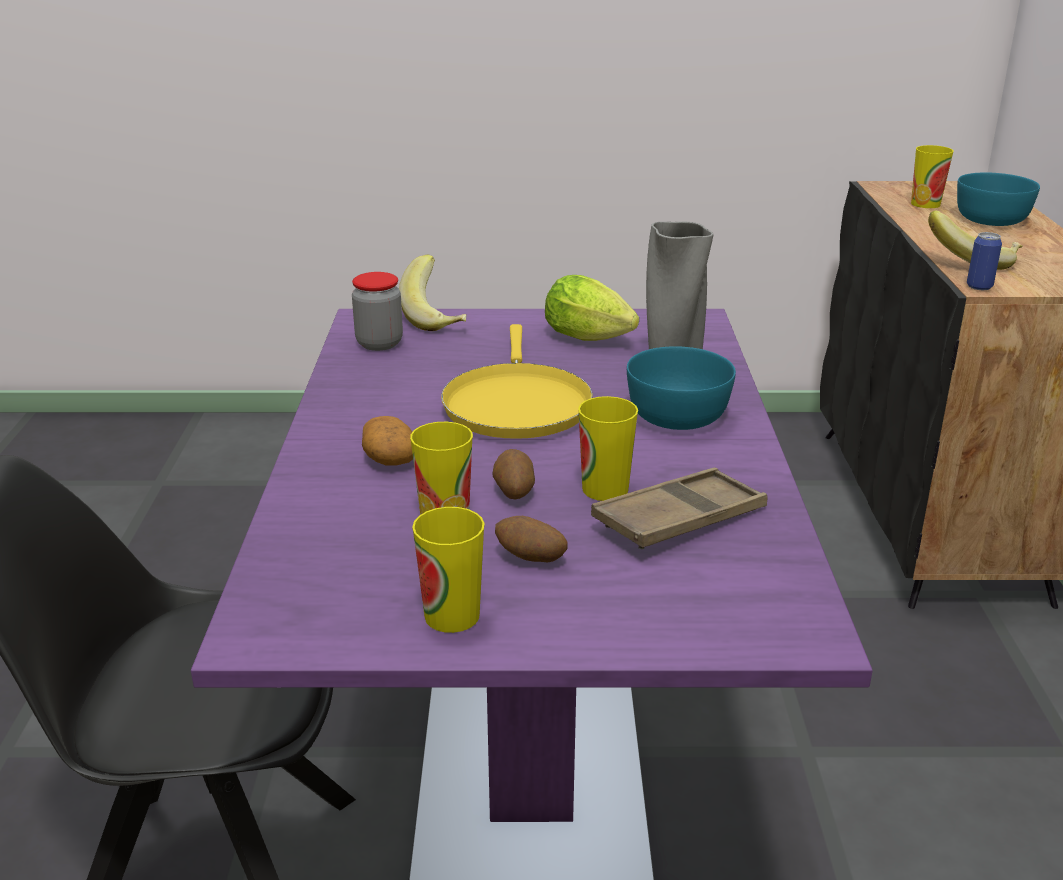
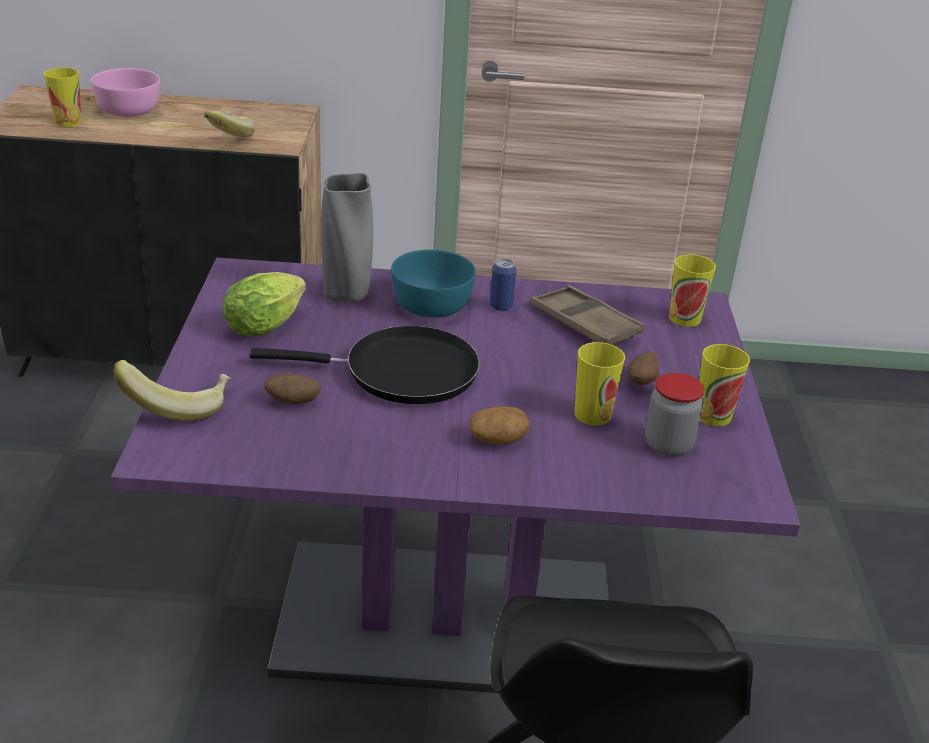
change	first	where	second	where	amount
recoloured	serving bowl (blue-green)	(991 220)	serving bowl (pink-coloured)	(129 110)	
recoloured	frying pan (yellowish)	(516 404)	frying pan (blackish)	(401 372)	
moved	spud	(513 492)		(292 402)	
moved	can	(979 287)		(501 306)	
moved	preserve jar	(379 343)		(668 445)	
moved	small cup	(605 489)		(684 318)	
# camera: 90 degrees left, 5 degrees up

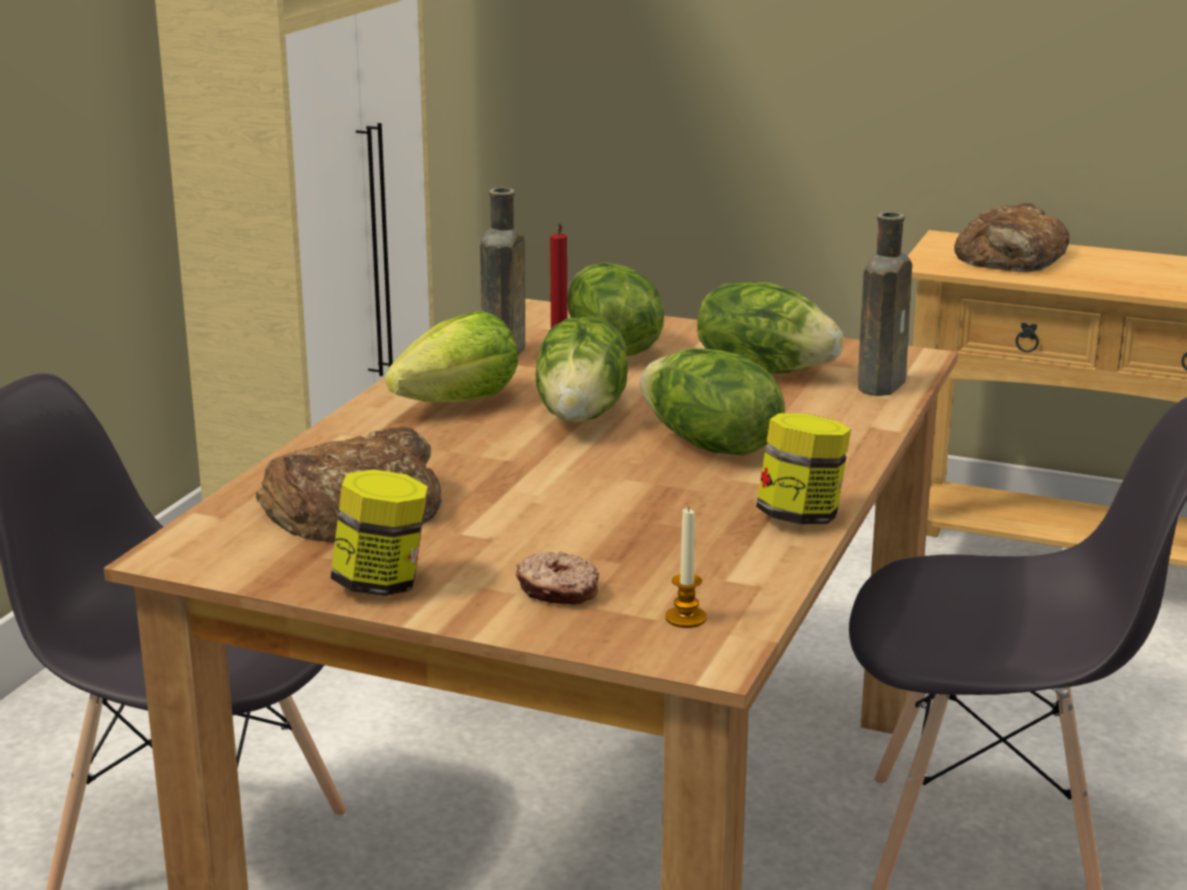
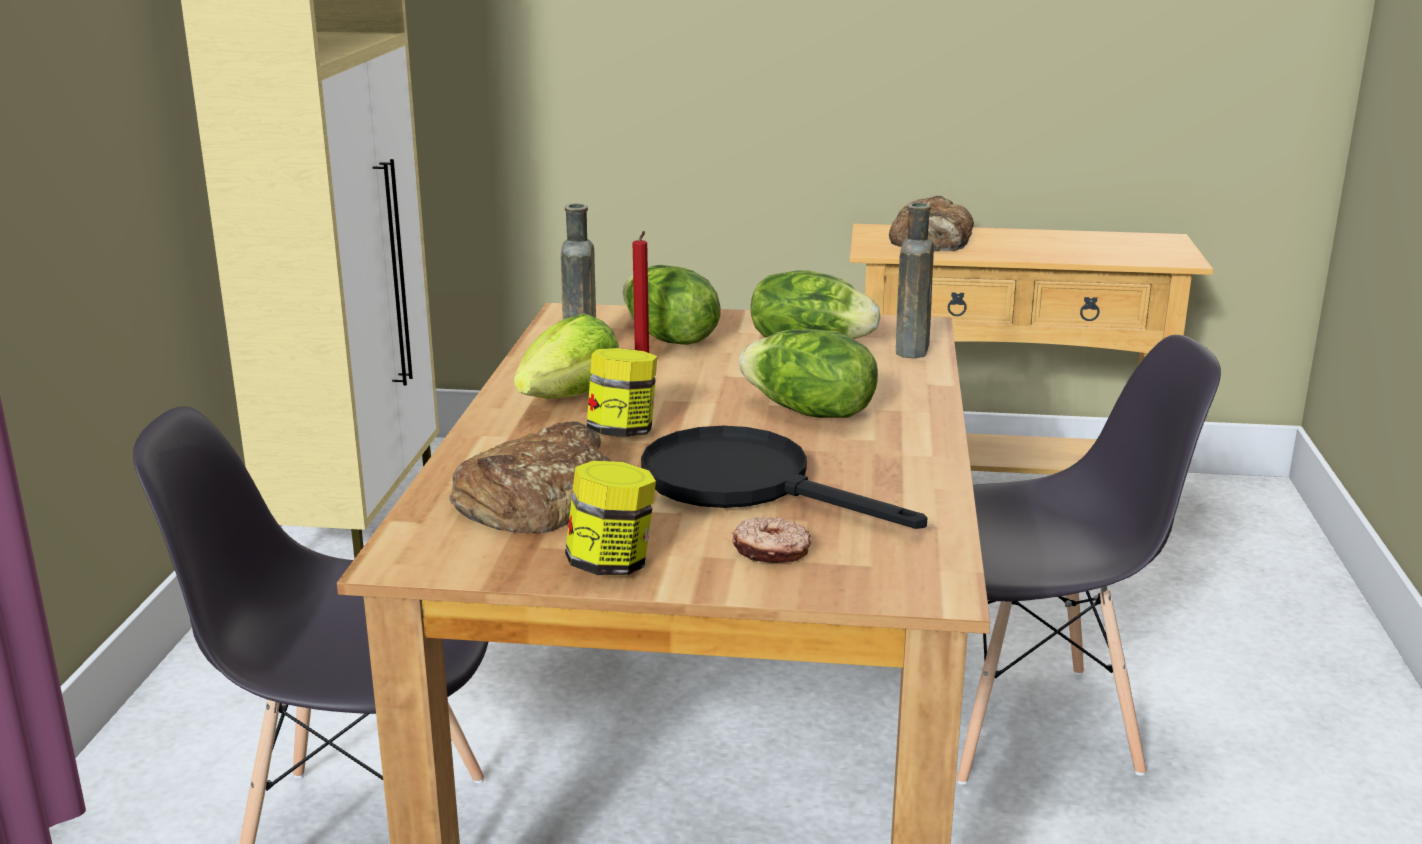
change	first	where	second	where	amount
moved	preserve jar	(800 517)		(623 432)	
added			frying pan (blackish)	(747 484)	
removed	lettuce	(583 414)			
removed	wax light	(685 618)			
# camera: 15 degrees left, 0 degrees up

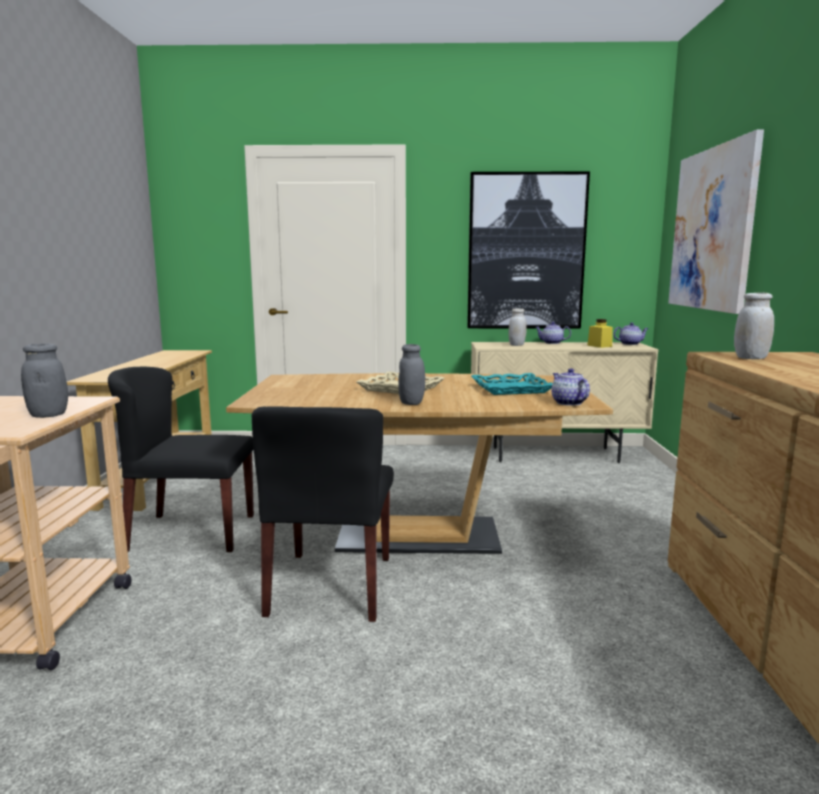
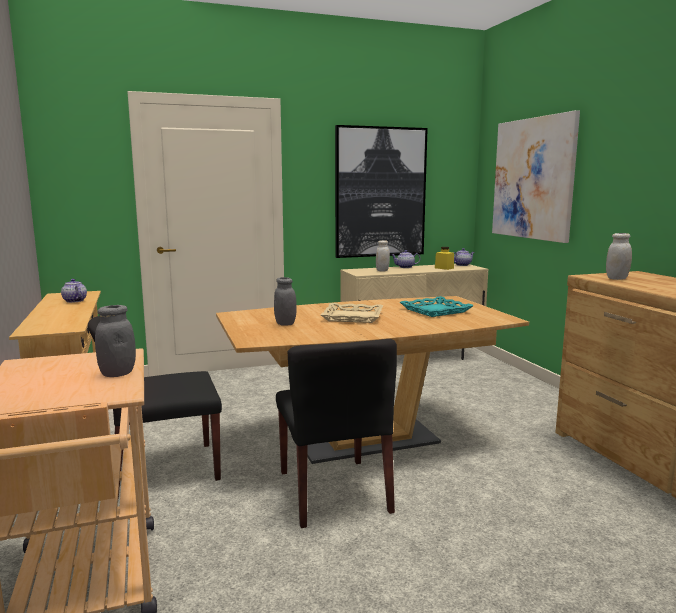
change	first	where	second	where	amount
moved	teapot	(568 403)		(74 301)	
moved	preserve jar (gray)	(411 403)		(285 324)	
# camera: 20 degrees left, 0 degrees up

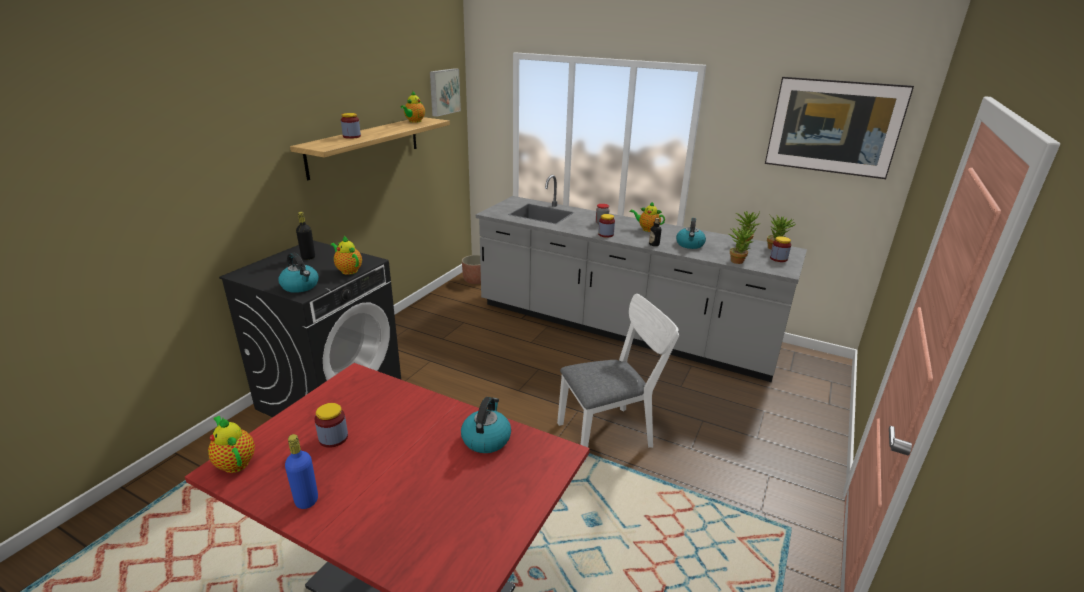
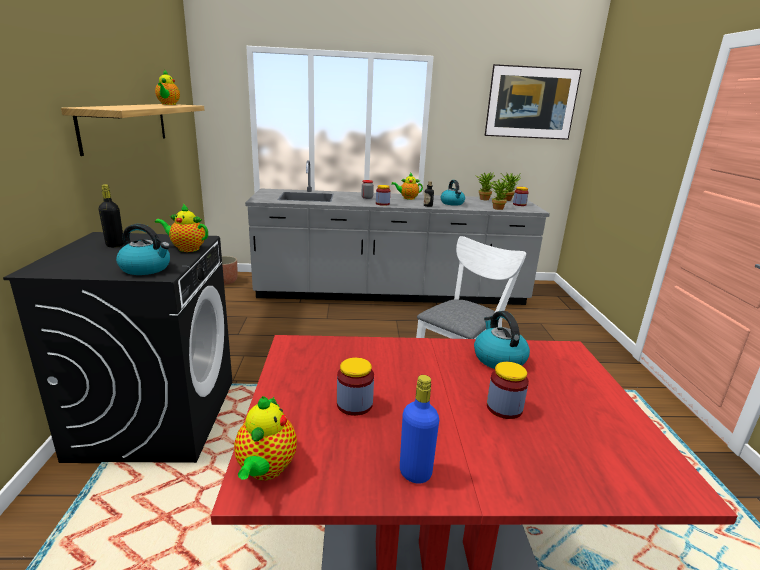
change	first	where	second	where	amount
turned	teapot	(235 462)		(265 470)	105 degrees counterclockwise
moved	preserve jar	(352 136)		(504 408)	
removed	wall art	(443 91)			
# camera: 30 degrees left, 5 degrees down

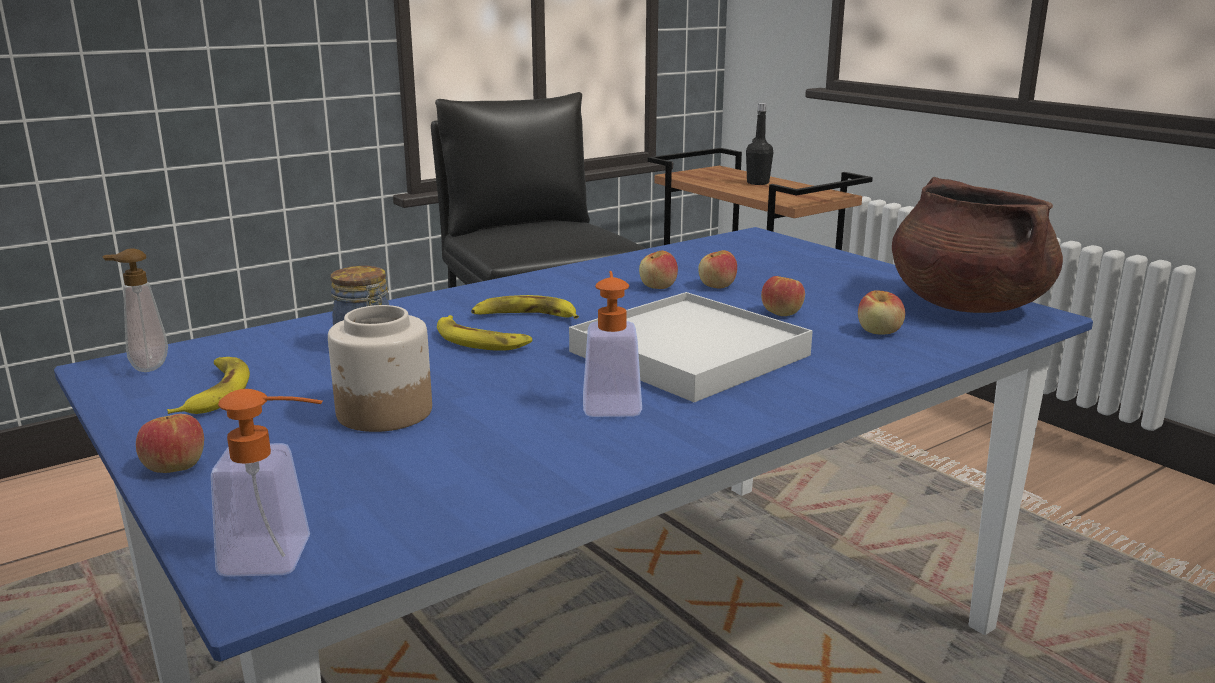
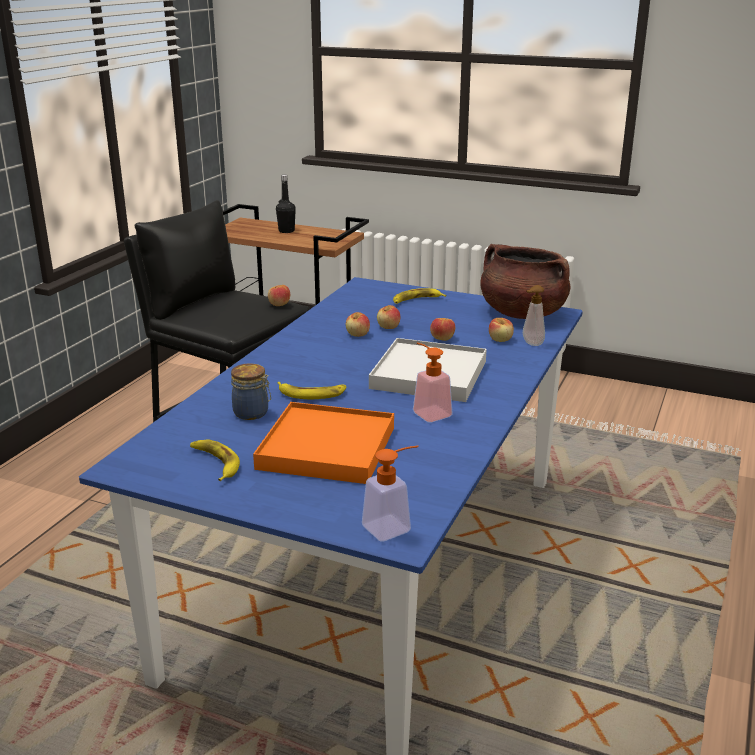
change	first	where	second	where	amount
replaced	preserve jar	(384 412)	tray (orange)	(327 448)	
moved	whole apple	(174 466)		(279 304)	
moved	whole banana	(525 317)		(416 300)	
moved	liquid soap bottle	(146 367)		(531 344)	
# camera: 30 degrees left, 5 degrees up

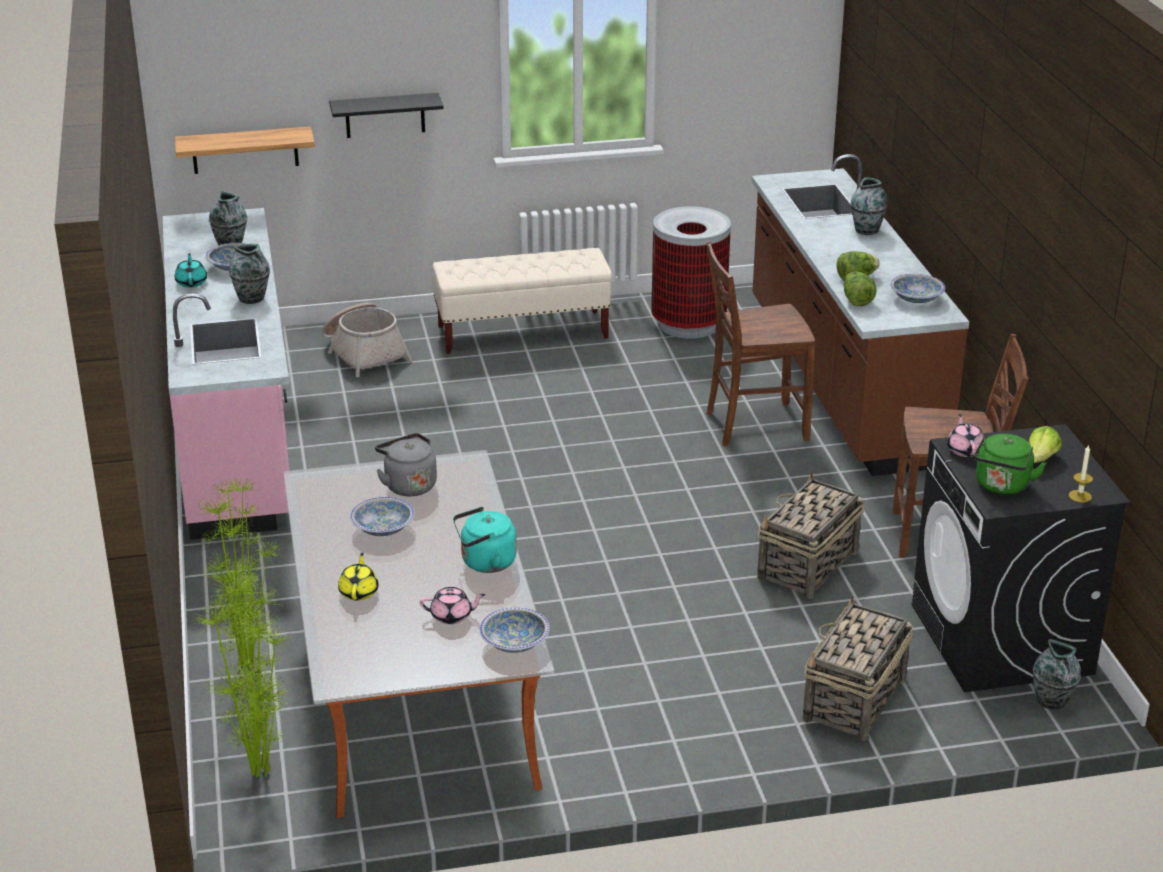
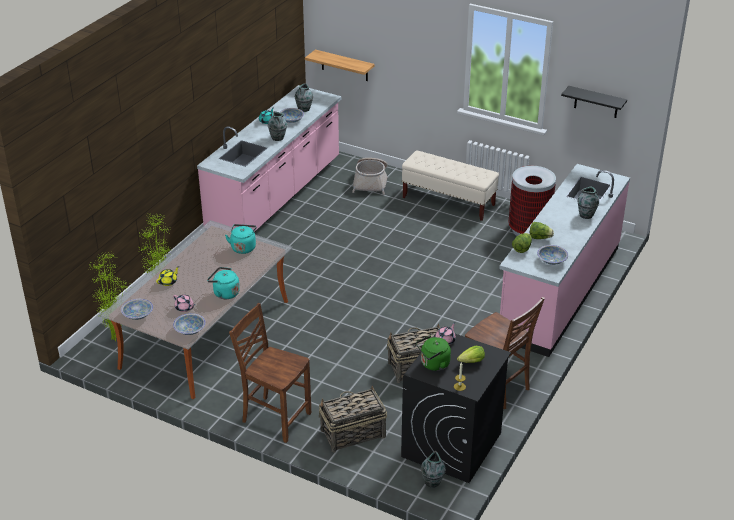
change	first	where	second	where	amount
moved	serving bowl	(383 528)		(138 315)	
recoloured	kettle (gray)	(408 485)	kettle (blue-green)	(243 247)	
moved	plain chair (brown)	(754 425)		(275 417)	
recoloured	kitchen base unit (brown)	(840 382)	kitchen base unit (pink-coloured)	(559 291)	
moved	shelf (blackish)	(385 115)		(596 102)	
# camera: 40 degrees right, 5 degrees up

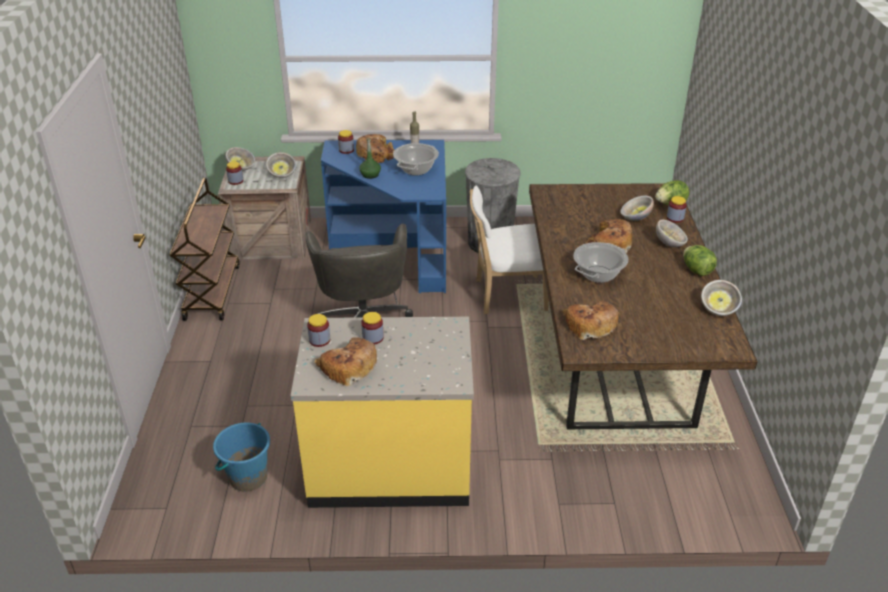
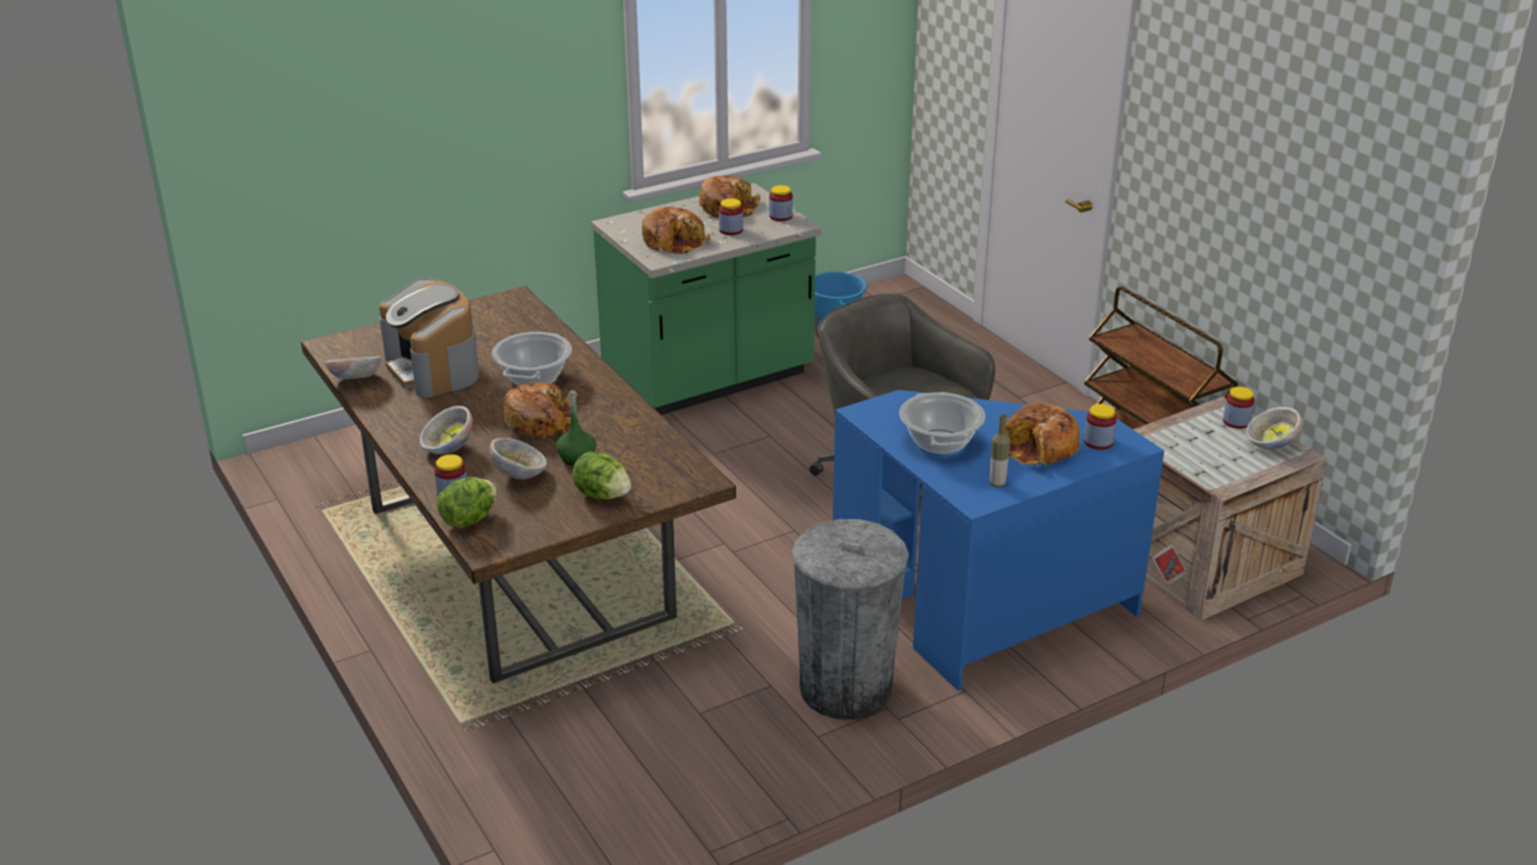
change	first	where	second	where	amount
added			coffee machine	(434 368)	
moved	bottle (green)	(370 175)		(577 457)	
moved	lettuce	(696 270)		(602 495)	
recoloured	kitchen base unit (yellowish)	(390 465)	kitchen base unit (green)	(709 379)	
moved	bread	(589 325)		(674 241)	
removed	serving bowl	(282 175)			
removed	plain chair (white)	(506 295)			
# camera: 150 degrees right, 5 degrees down

